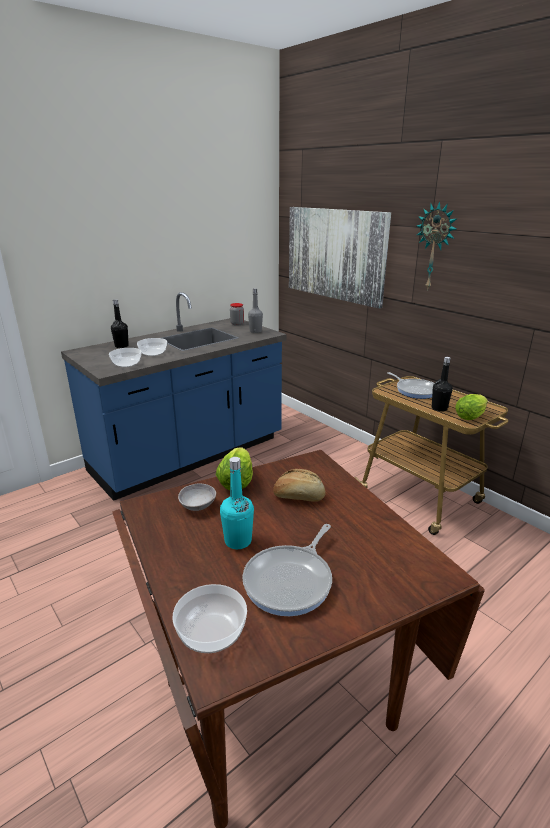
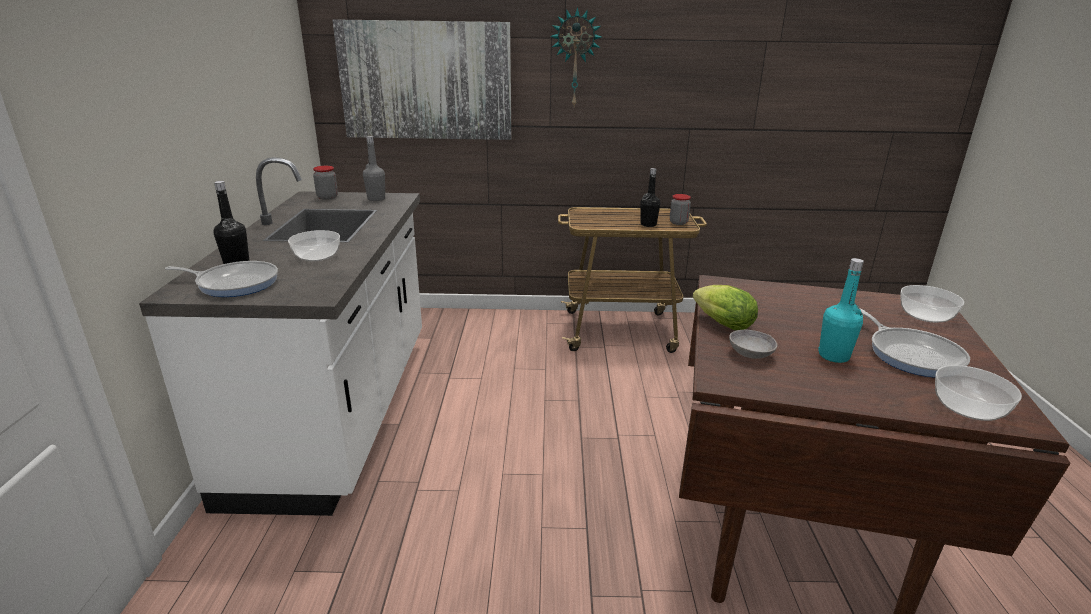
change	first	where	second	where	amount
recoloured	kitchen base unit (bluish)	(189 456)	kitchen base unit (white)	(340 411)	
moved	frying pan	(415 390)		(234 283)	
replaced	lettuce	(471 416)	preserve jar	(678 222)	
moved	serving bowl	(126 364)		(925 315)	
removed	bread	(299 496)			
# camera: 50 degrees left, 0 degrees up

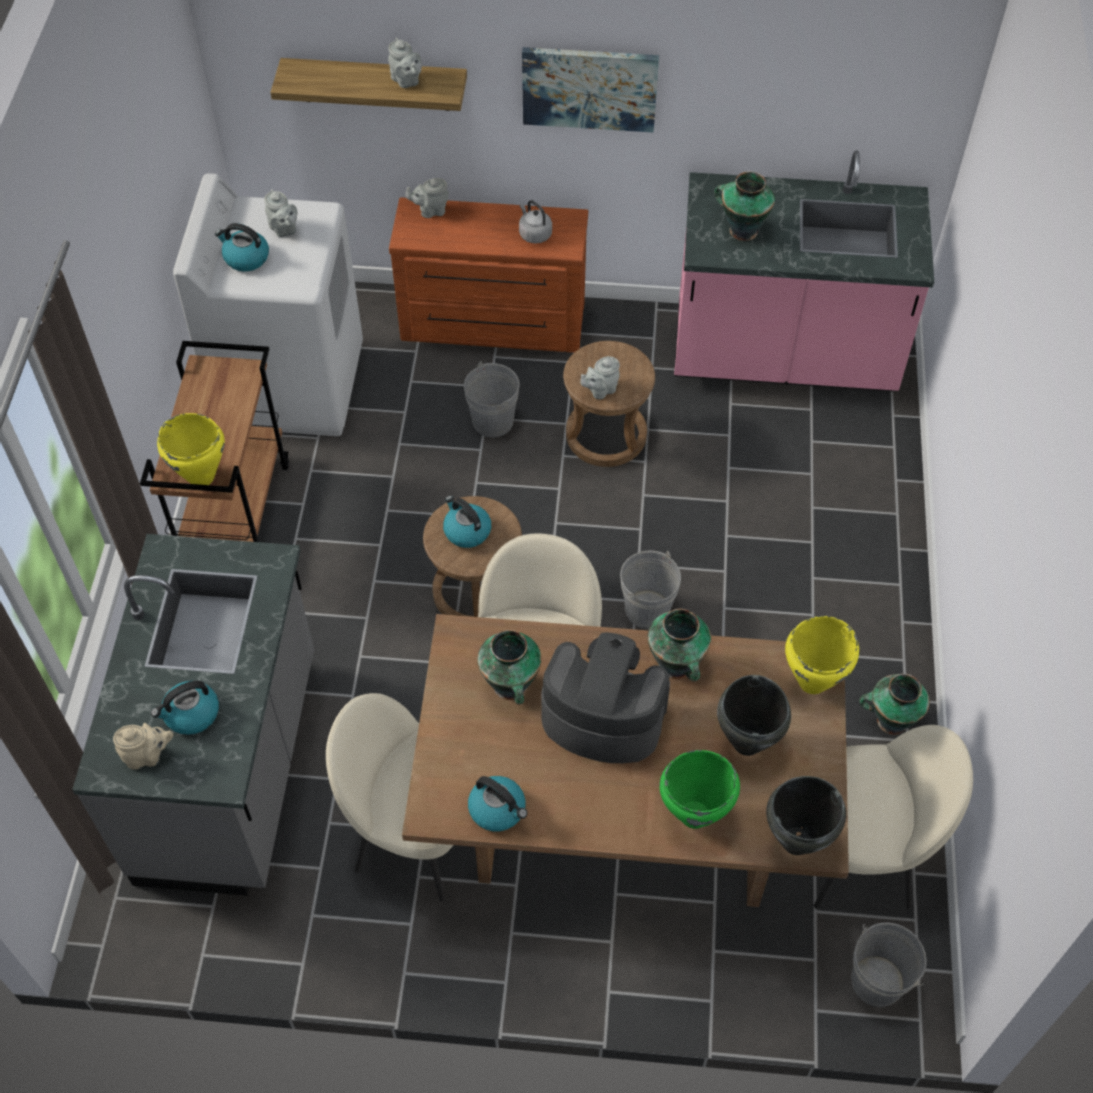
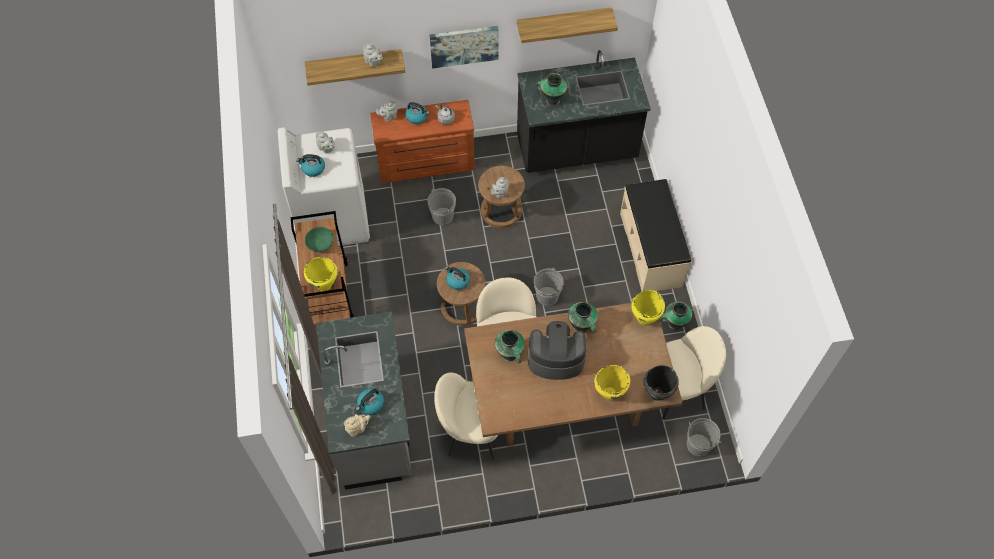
change	first	where	second	where	amount
added			serving bowl (green)	(320 244)	
moved	kettle	(498 809)		(417 117)	
added			shelf	(563 22)	
recoloured	kitchen base unit (pink-coloured)	(783 357)	kitchen base unit (blackish)	(576 149)	
recoloured	stockpot (green)	(695 815)	stockpot (yellowish)	(609 393)	
added			long seat (beige-coloured)	(651 249)	
removed	stockpot (blackish)	(746 743)			
# camera: 15 degrees left, 5 degrees up

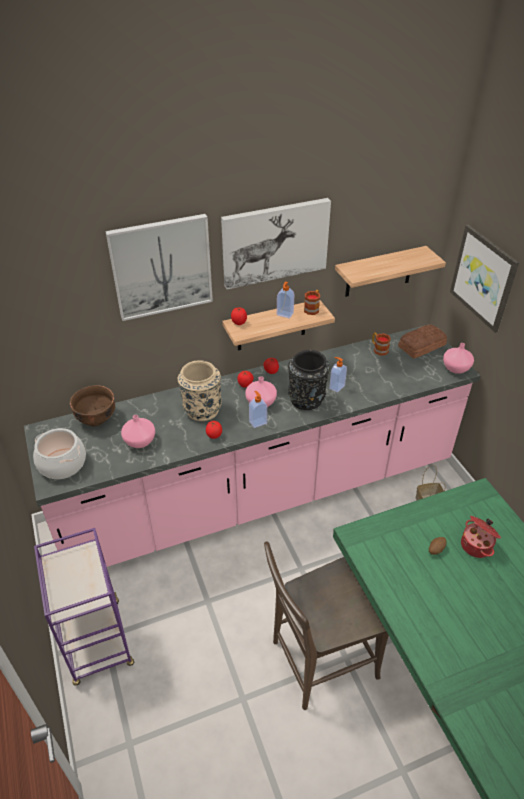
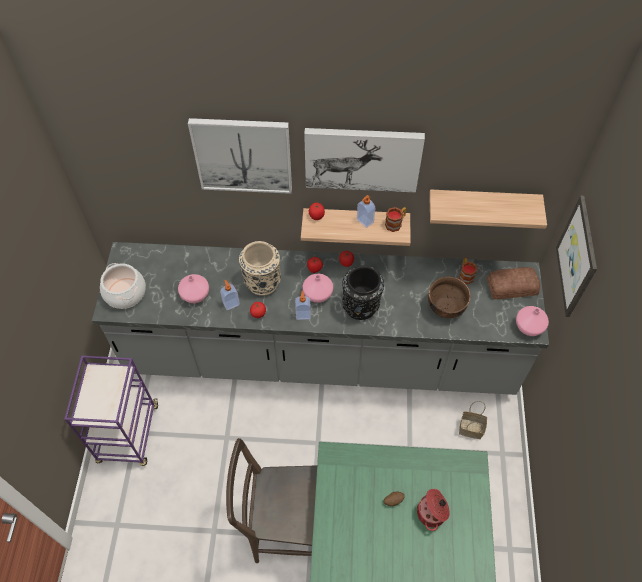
change	first	where	second	where	amount
recoloured	kitchen base unit (pink-coloured)	(262 495)	kitchen base unit (gray)	(321 358)	
moved	liquid soap bottle	(336 387)		(231 303)	
moved	serving bowl (brown)	(96 418)		(445 307)	
# camera: 25 degrees right, 15 degrees up

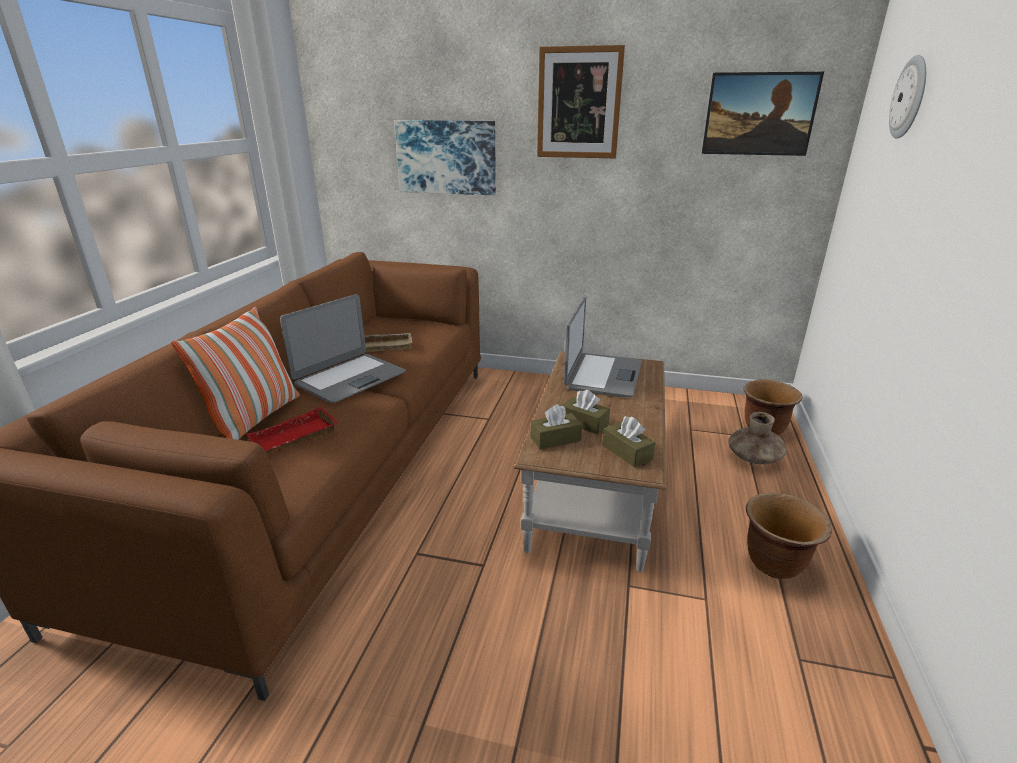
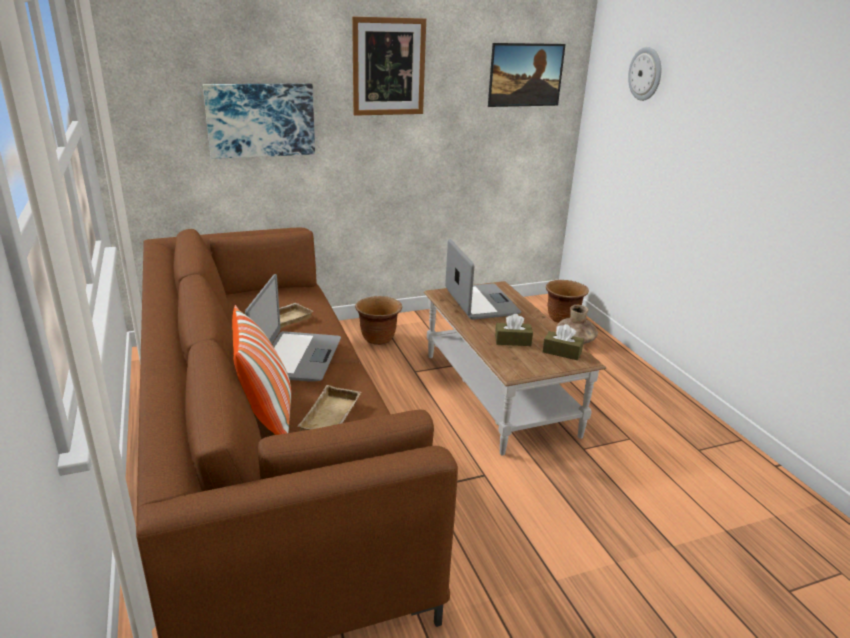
change	first	where	second	where	amount
recoloured	tray (red-coloured)	(294 438)	tray (beige-coloured)	(332 418)	
moved	plant pot (brown)	(775 564)		(378 338)	
removed	tissue box (brown)	(555 439)			
# camera: 35 degrees left, 0 degrees up

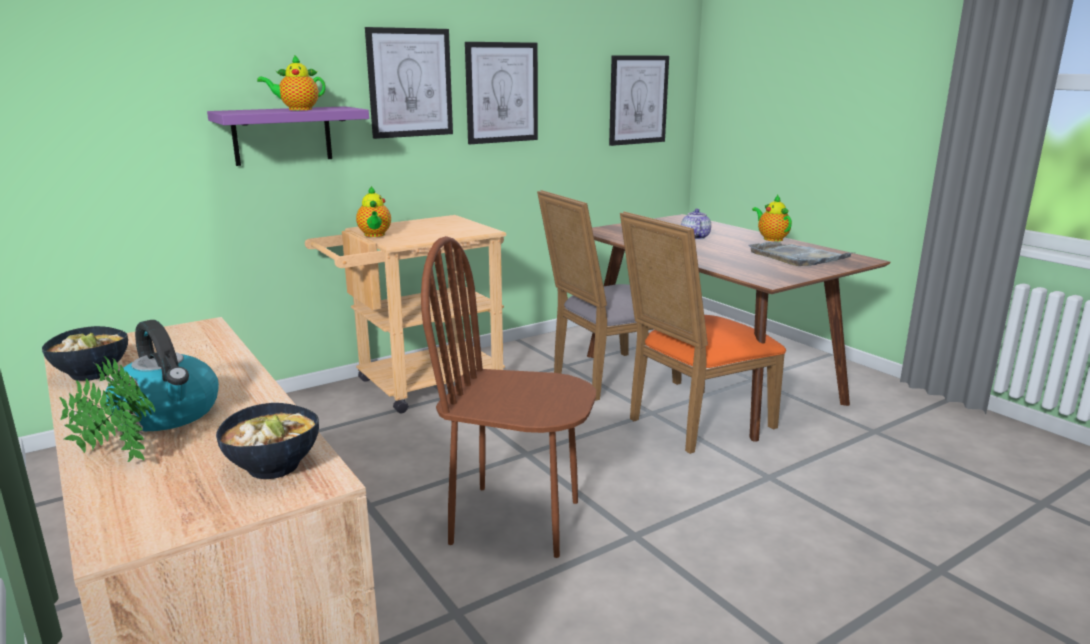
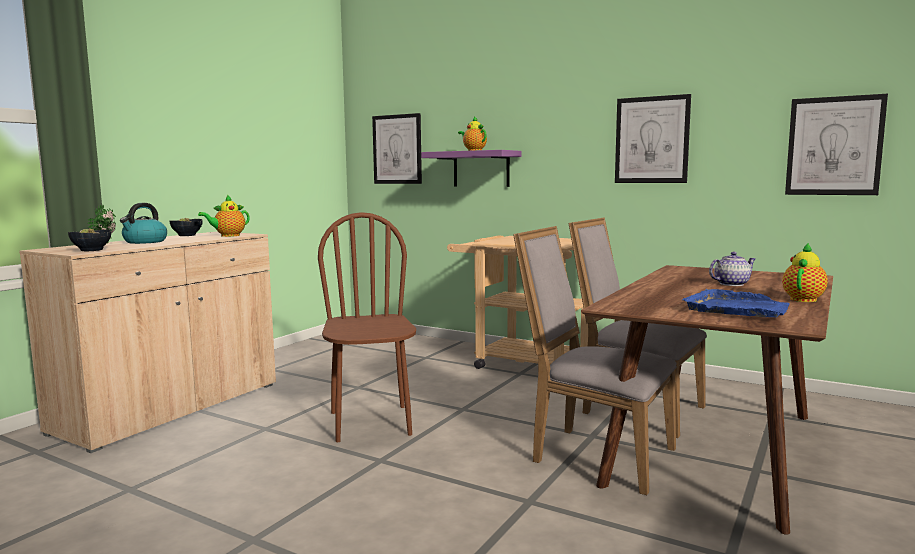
change	first	where	second	where	amount
moved	teapot	(375 235)		(228 236)	
moved	wall art	(410 83)		(397 149)	
recoloured	plain chair (orange)	(692 423)	plain chair (gray)	(595 455)	
recoloured	tray (gray)	(797 257)	tray (bluish)	(738 309)	
# camera: 65 degrees right, 10 degrees down

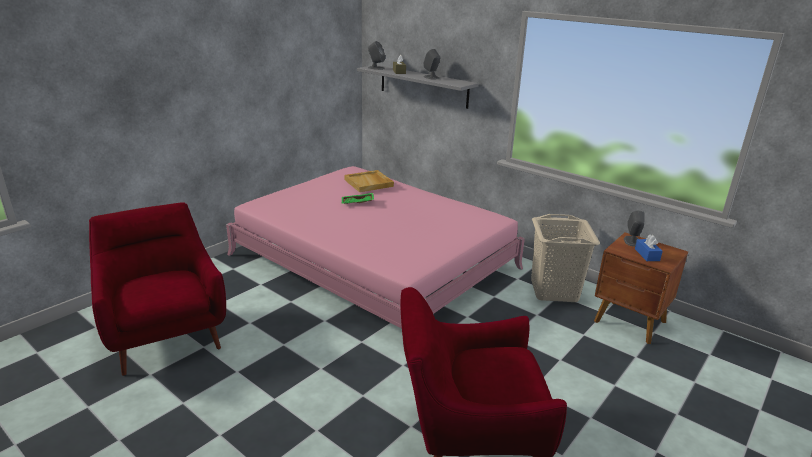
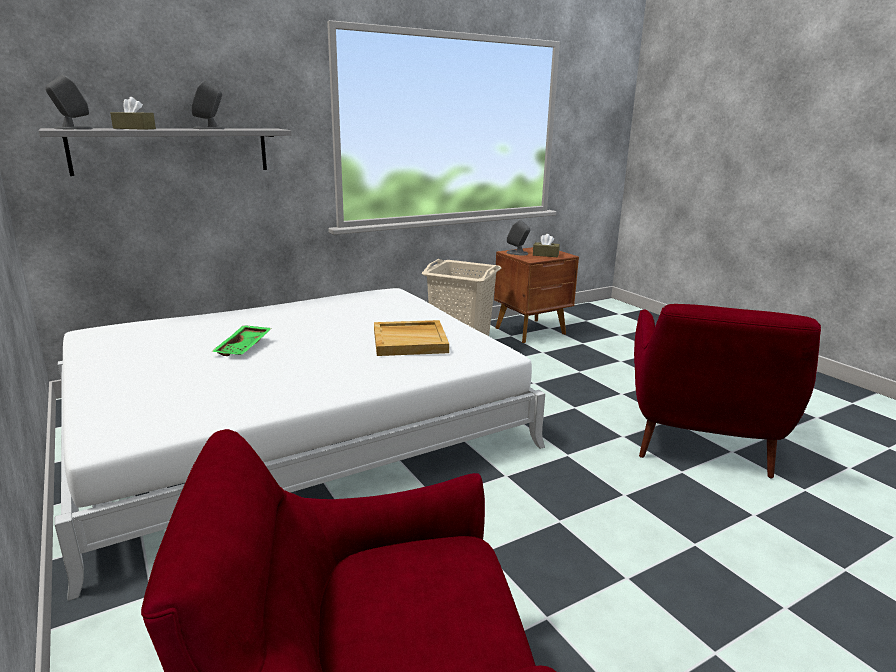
change	first	where	second	where	amount
recoloured	bed (pink-coloured)	(374 261)	bed (white)	(296 428)	
moved	tray (beige-coloured)	(369 183)		(410 341)	
recoloured	tissue box (bluish)	(647 255)	tissue box (brown)	(545 255)	
# camera: 70 degrees left, 5 degrees down

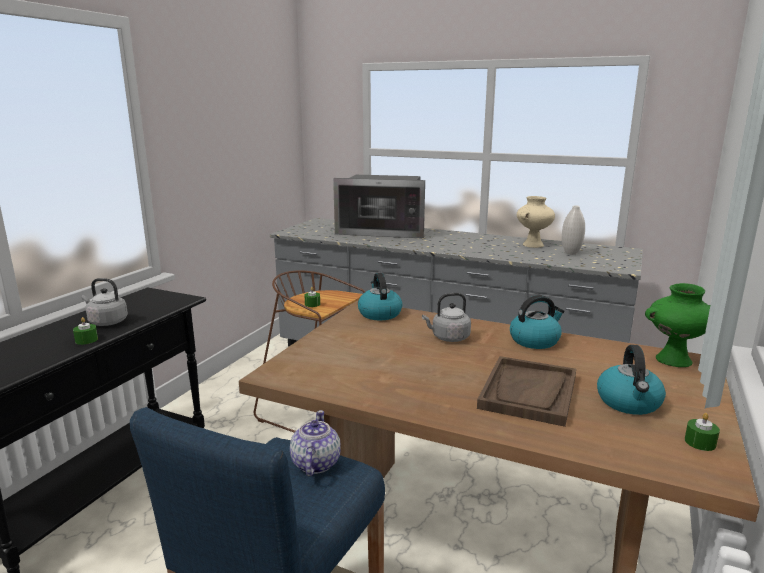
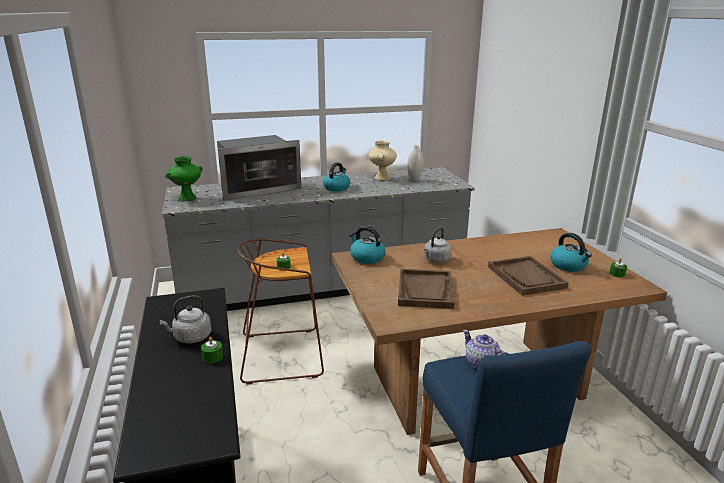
change	first	where	second	where	amount
moved	flower vase (green)	(673 360)		(187 198)	
moved	kettle	(535 340)		(336 188)	
added			tray (brown)	(425 290)	
# camera: 40 degrees left, 5 degrees up

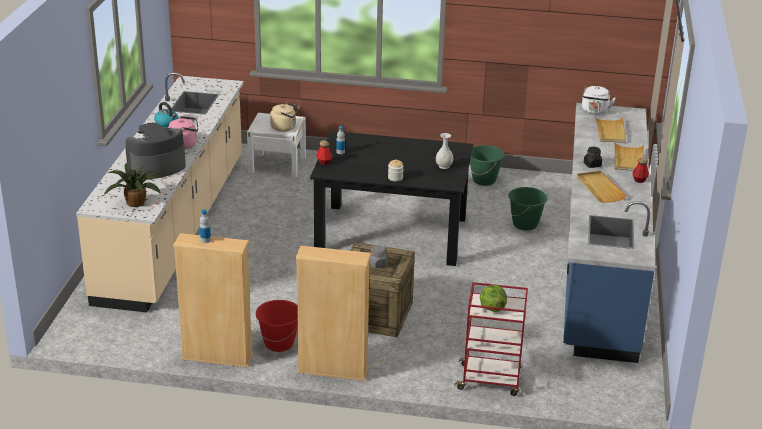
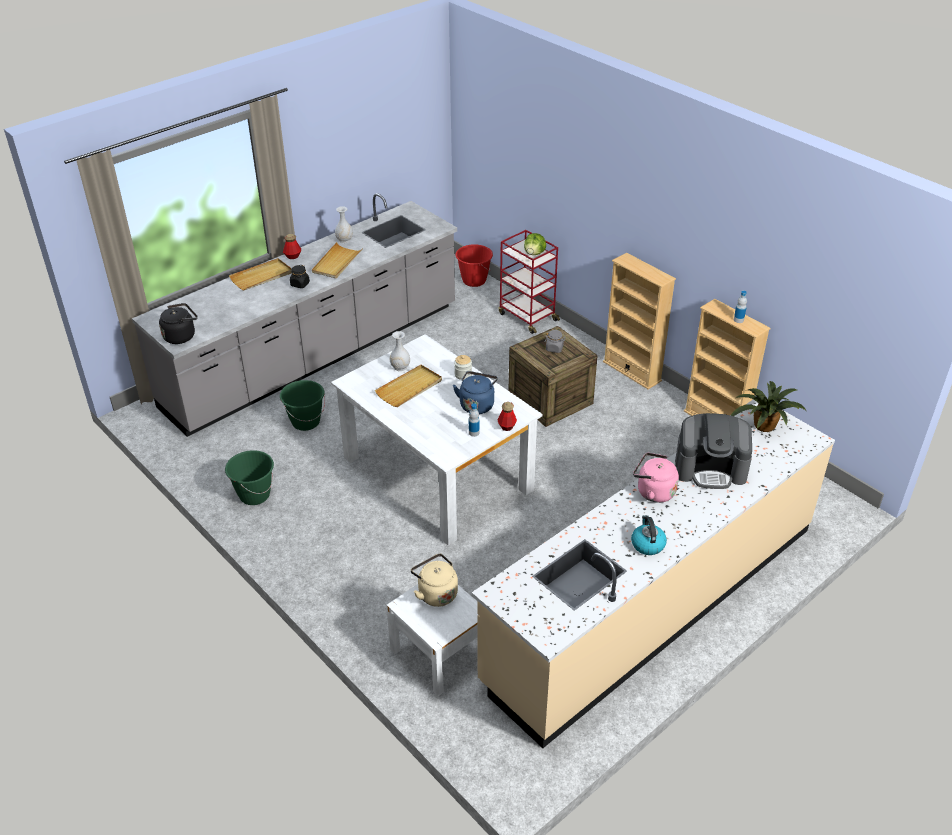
change	first	where	second	where	amount
recoloured	kitchen base unit (bluish)	(599 264)	kitchen base unit (gray)	(315 357)	
recoloured	kettle (white)	(594 111)	kettle (blackish)	(181 336)	
recoloured	dinner table (blackish)	(390 234)	dinner table (white)	(438 473)	
added			flower vase (white)	(344 240)	
moved	tray (beige-coloured)	(610 131)		(409 388)	
added			kettle (bluish)	(477 404)	
moved	water bucket (red-coloured)	(279 343)		(474 280)	
# camera: 140 degrees left, 10 degrees up

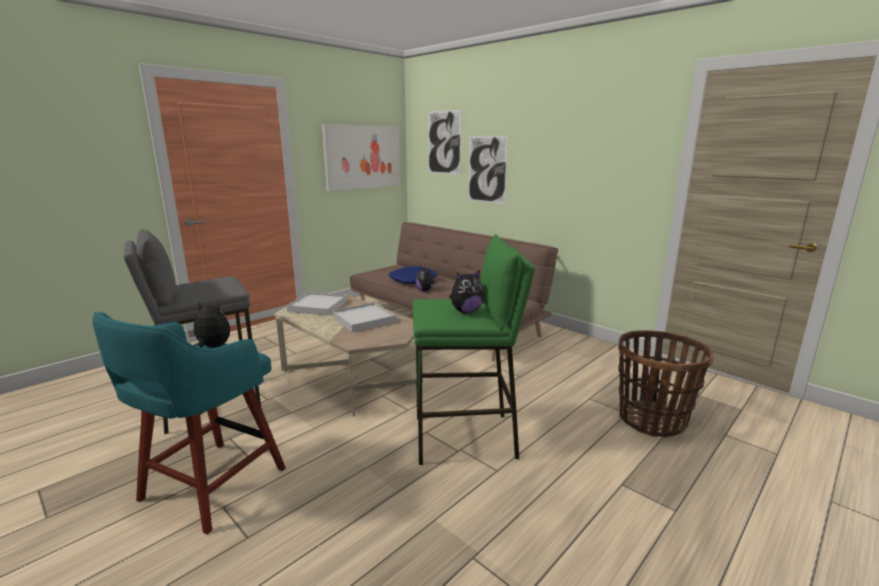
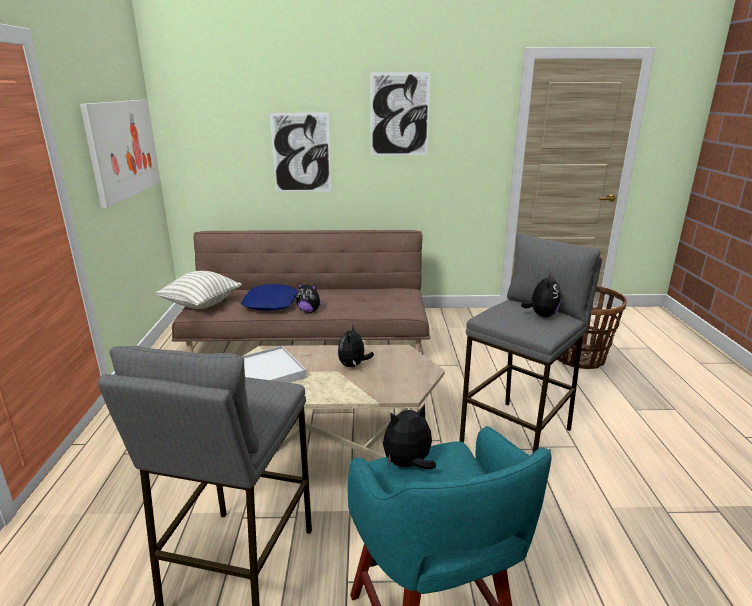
change	first	where	second	where	amount
added			cushion	(201 304)	
replaced	tray (white)	(364 319)	cuddly toy	(353 365)	
moved	wall art	(444 142)		(399 114)	
recoloured	stool (green)	(465 438)	stool (gray)	(518 436)	
# camera: 45 degrees left, 5 degrees up

